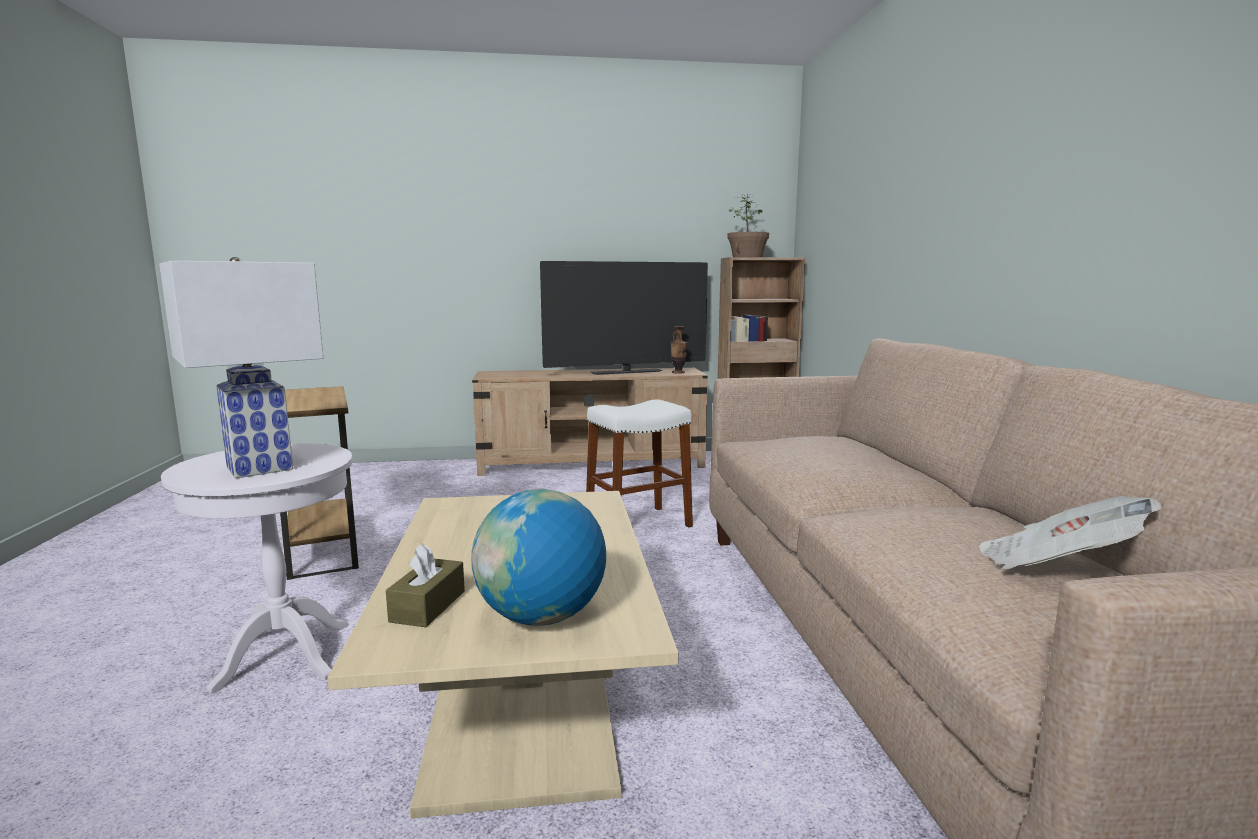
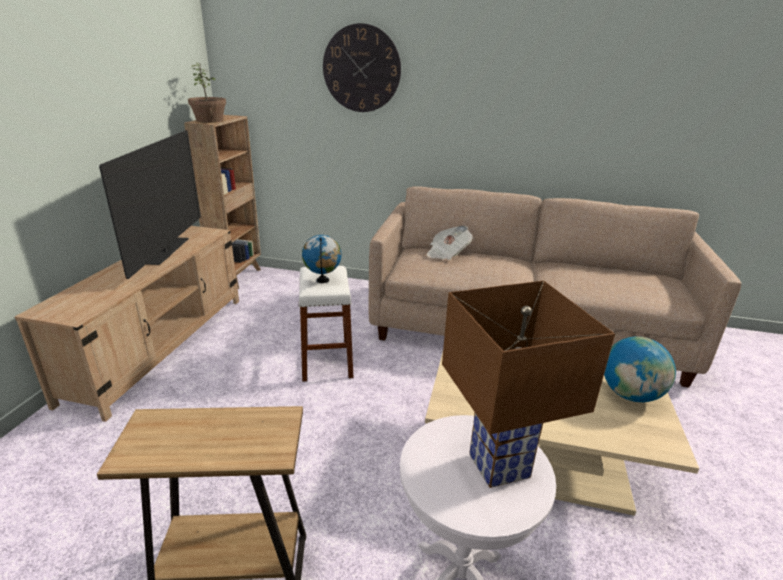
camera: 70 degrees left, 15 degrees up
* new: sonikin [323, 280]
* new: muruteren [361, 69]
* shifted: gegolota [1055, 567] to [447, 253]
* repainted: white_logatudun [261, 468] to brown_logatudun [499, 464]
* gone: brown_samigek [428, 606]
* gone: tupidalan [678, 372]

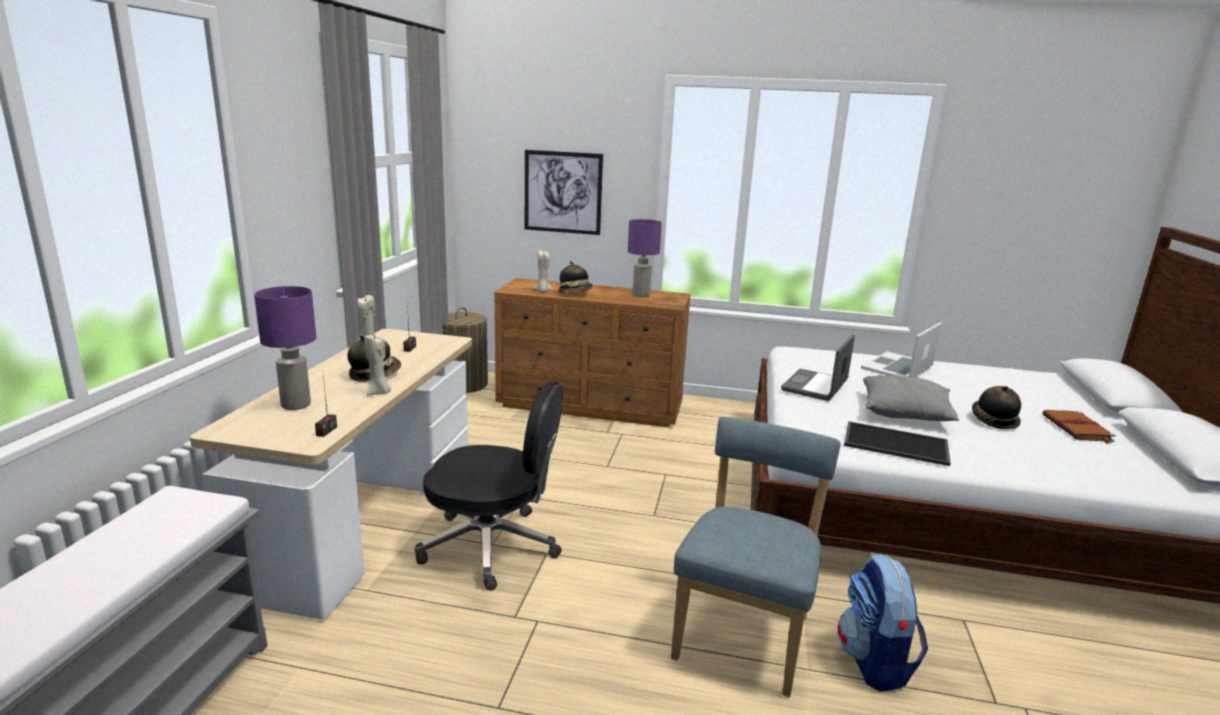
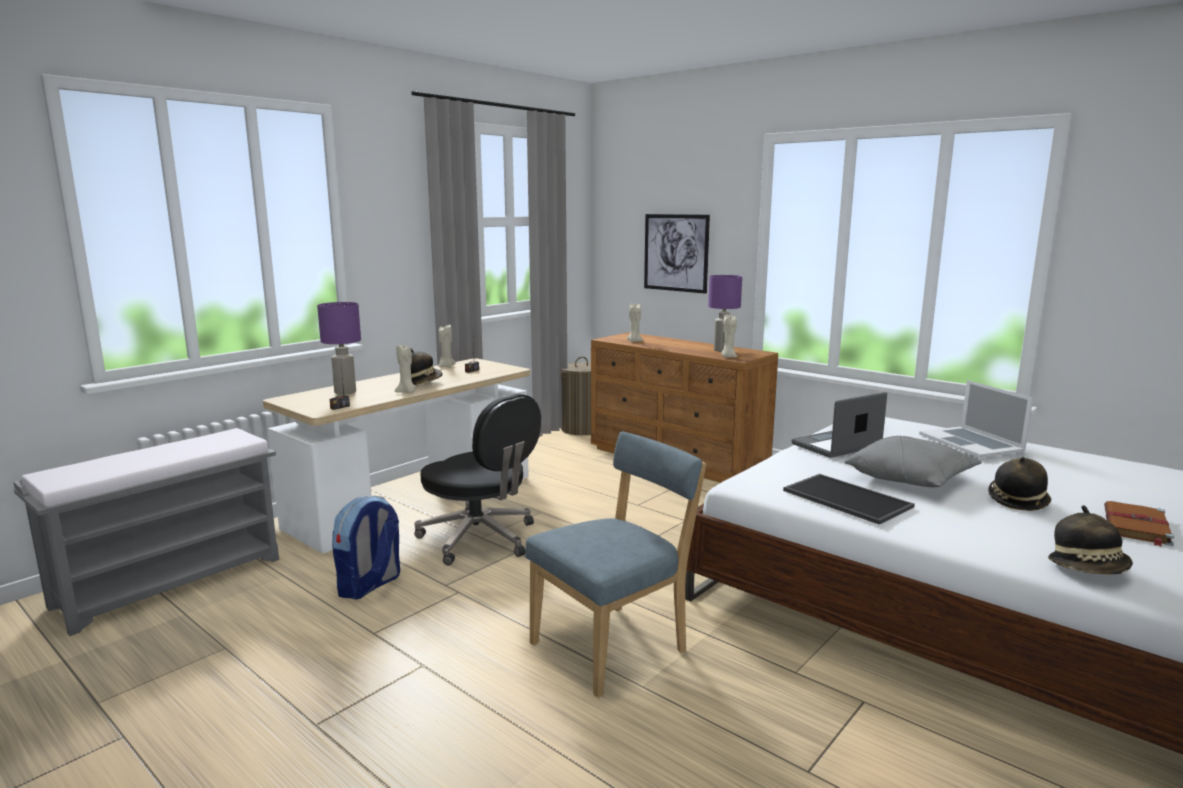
camera: 30 degrees right, 5 degrees down
* shifted: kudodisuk [875, 662] to [369, 585]
* new: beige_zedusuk [728, 357]
* rotated: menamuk [898, 367] = [971, 442] 90 degrees counterclockwise
* shifted: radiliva [575, 293] to [1088, 568]

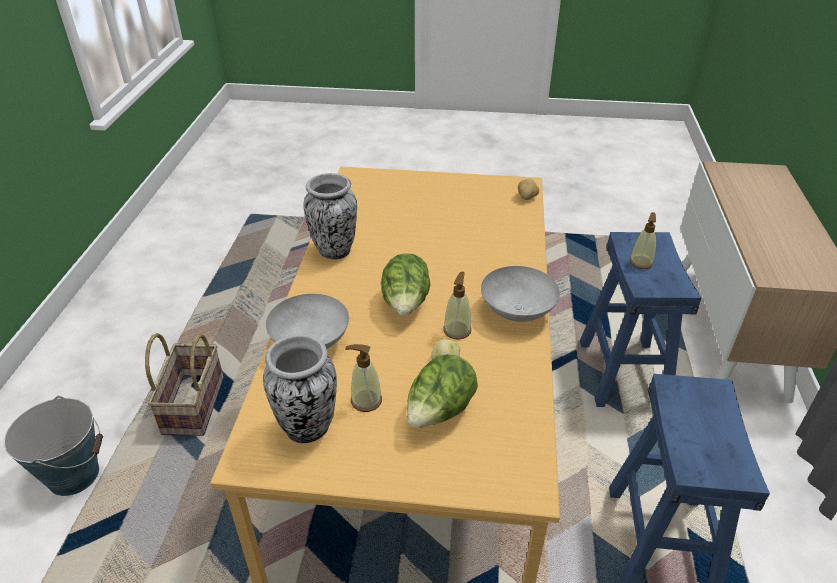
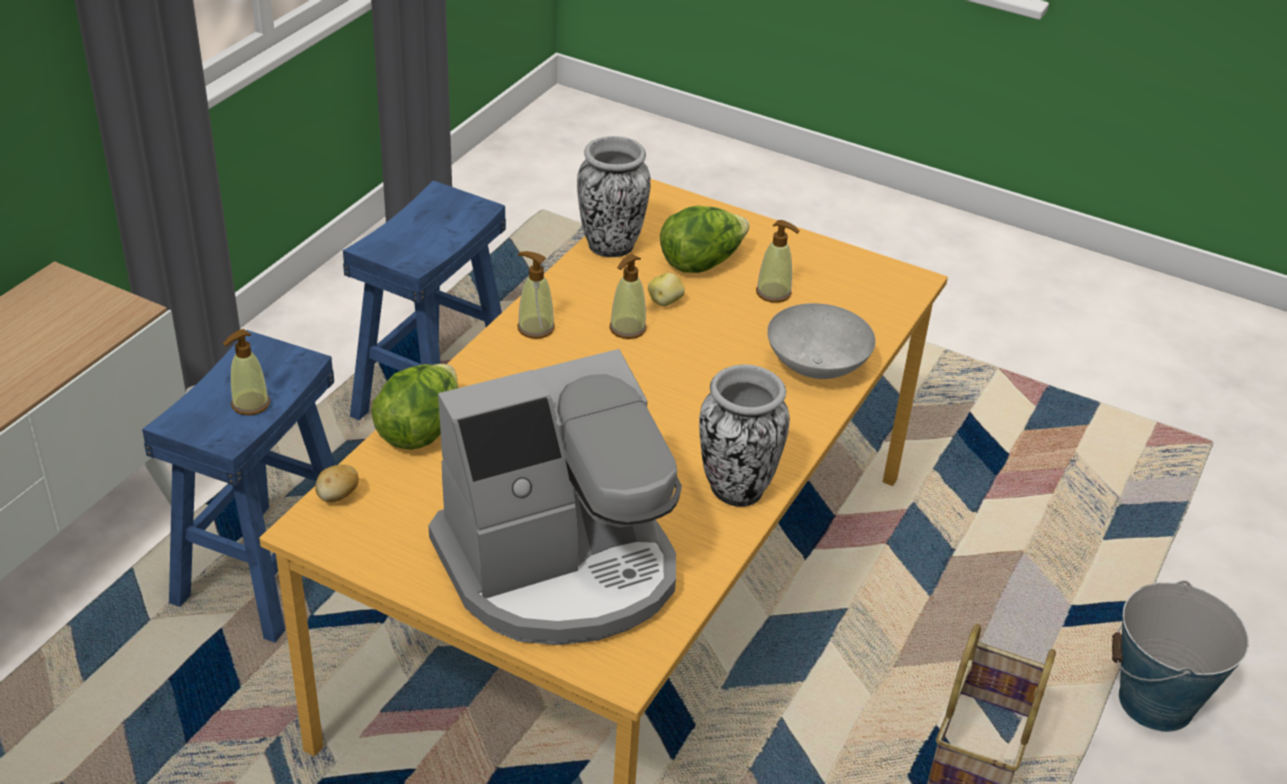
camera: 160 degrees left, 0 degrees up
* shifted: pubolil [406, 305] to [420, 430]
* new: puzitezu [560, 567]
* swapped: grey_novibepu [516, 311] to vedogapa [535, 328]
* shifted: tupidalan [308, 429] to [611, 246]

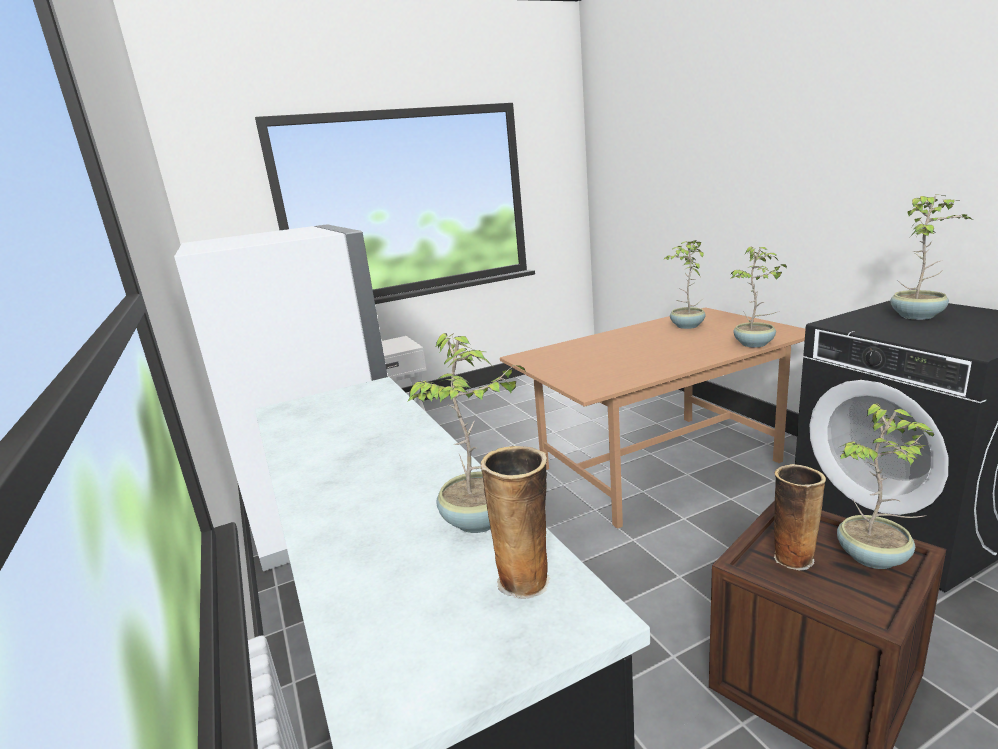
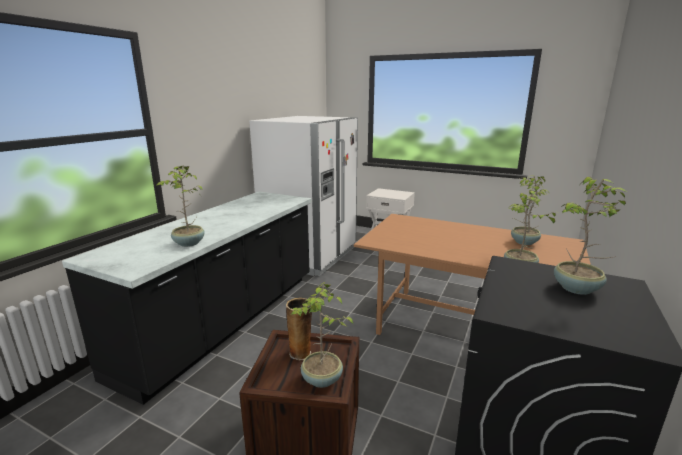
camera: 50 degrees right, 0 degrees up
* gone: tupidalan [526, 580]

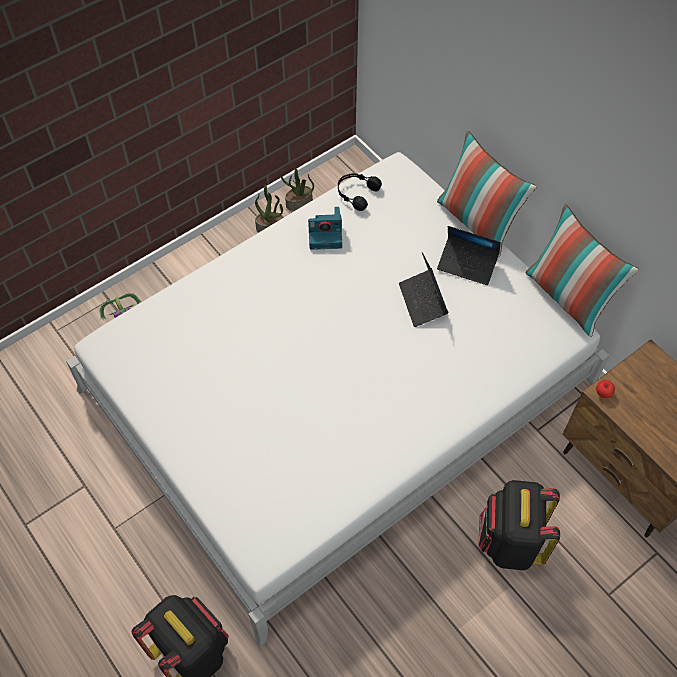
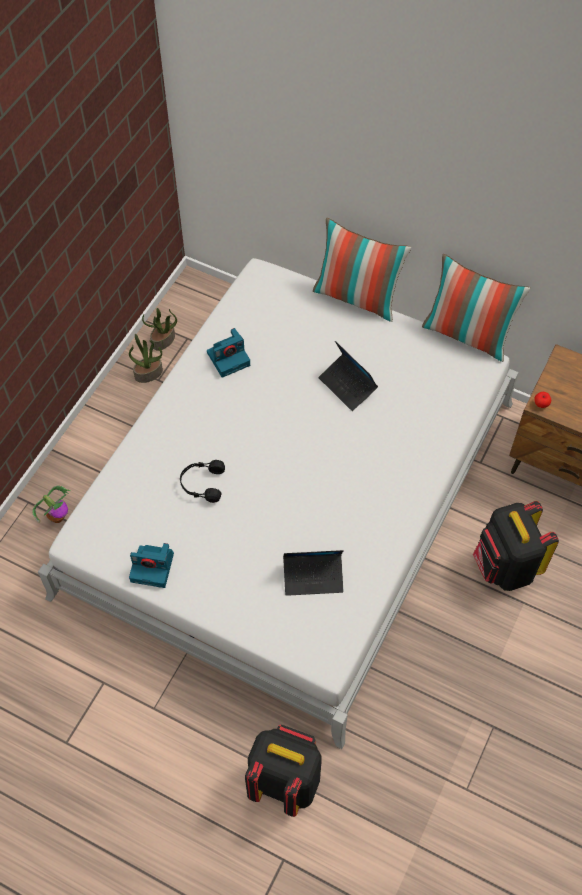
camera: 25 degrees left, 0 degrees up
* new: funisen [153, 567]
* shifted: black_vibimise [356, 193] to [202, 484]
* shifted: menamuk [467, 264] to [313, 577]

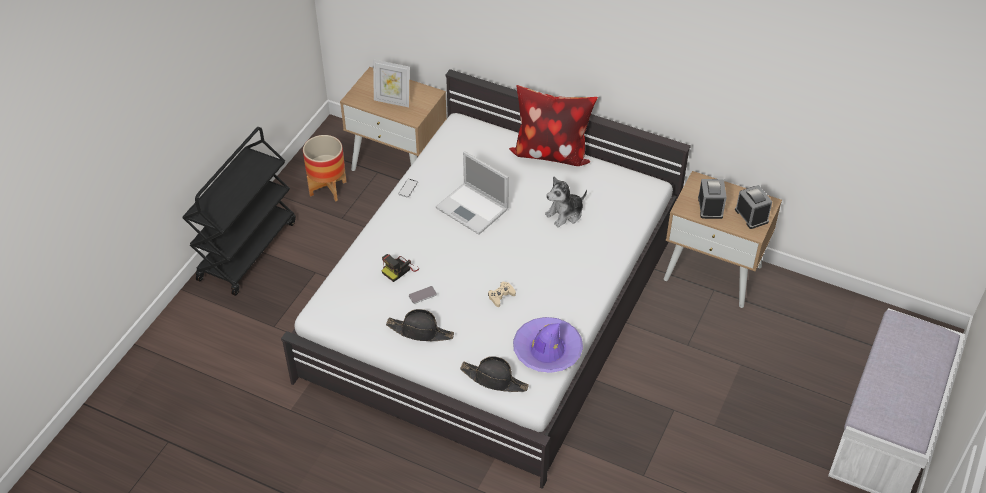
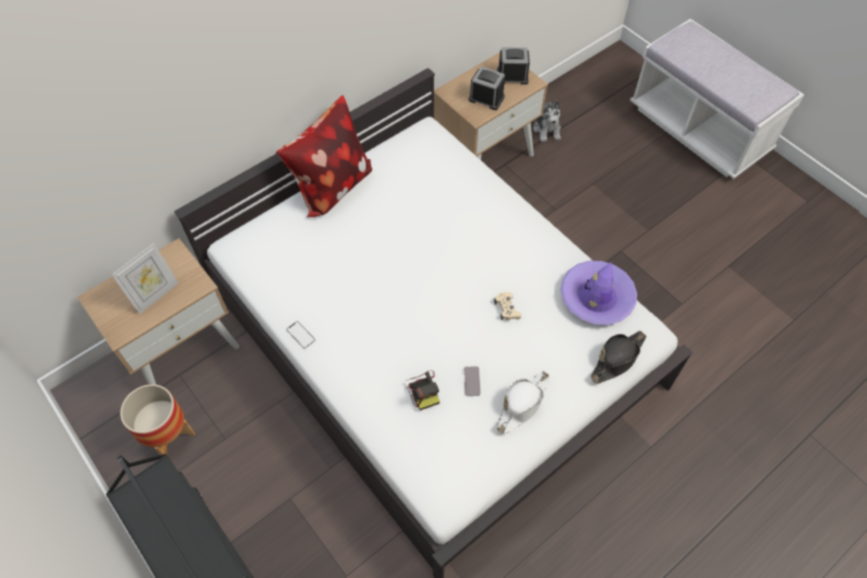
camera: 65 degrees left, 10 degrees up
* repainted: black_radiliva [420, 332] to white_radiliva [522, 404]
* shifted: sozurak [565, 214] to [547, 129]
* gone: menamuk [473, 209]

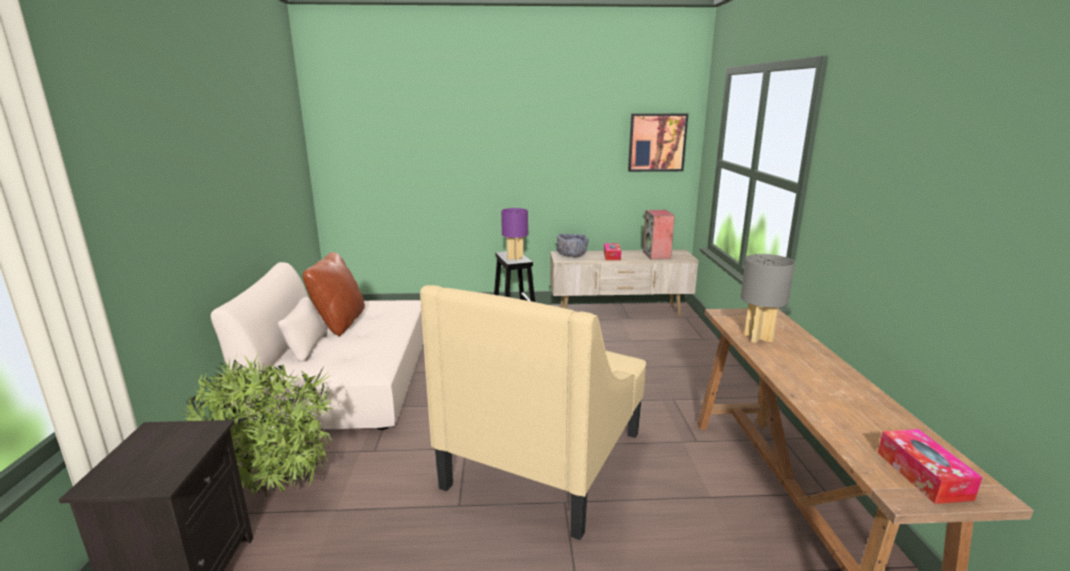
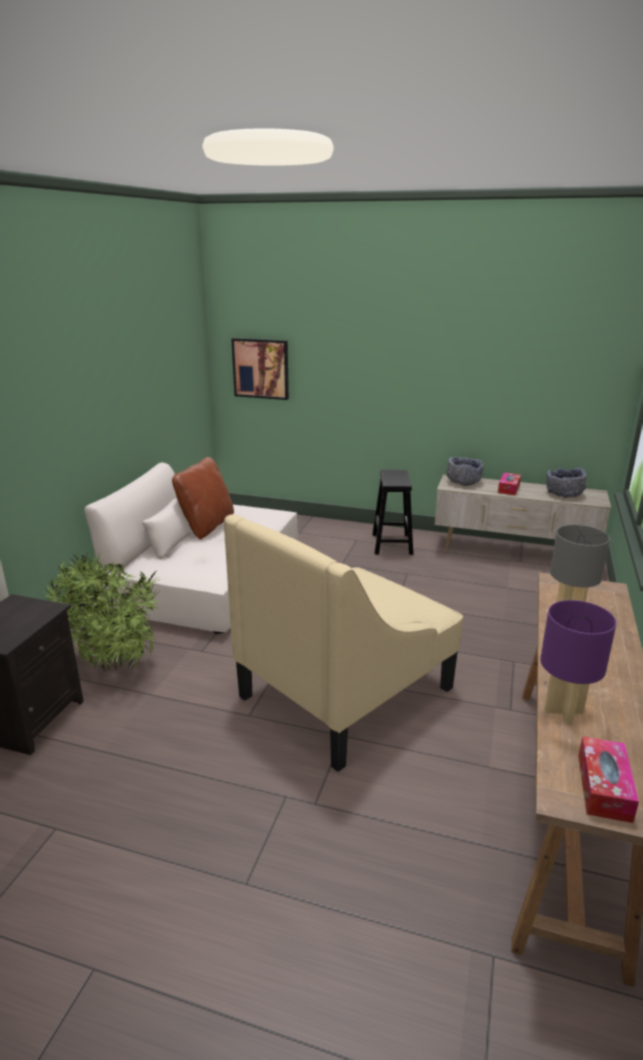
camera: 20 degrees right, 5 degrees up
* shifted: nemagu [657, 142] to [261, 368]
* shifted: purple_logatudun [515, 258] to [562, 712]
* swapped: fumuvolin [657, 255] to grey_novibepu [564, 494]

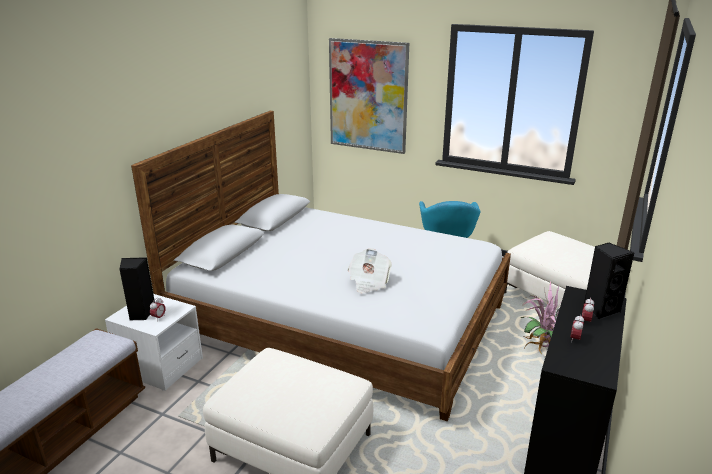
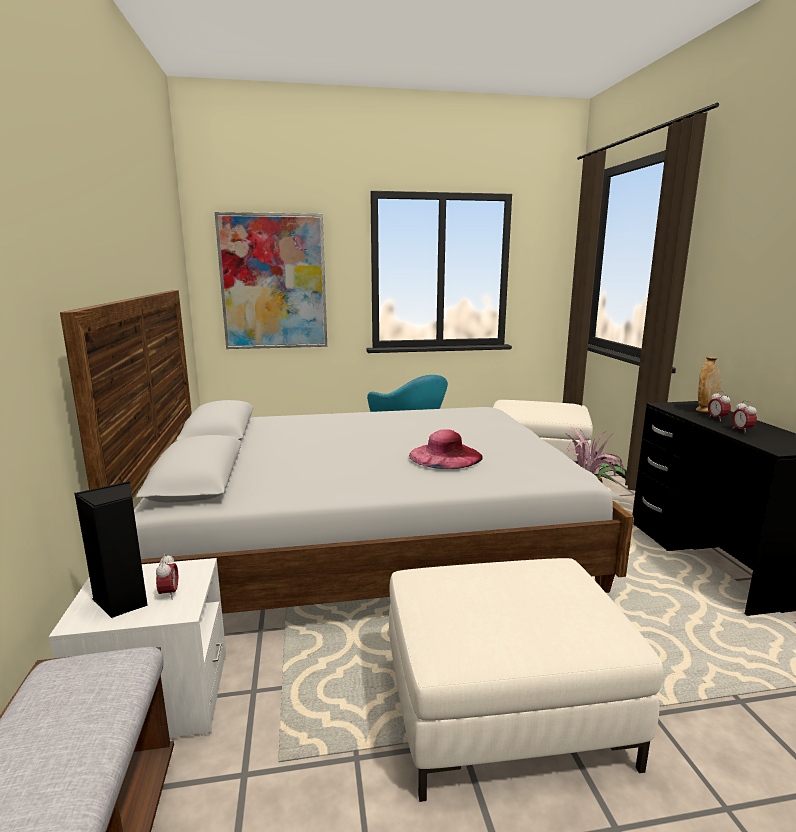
camera: 35 degrees left, 10 degrees down
* swapped: gegolota [369, 282] to pink_radiliva [445, 455]
* swapped: black_fumuvolin [600, 310] to beige_tupidalan [705, 410]

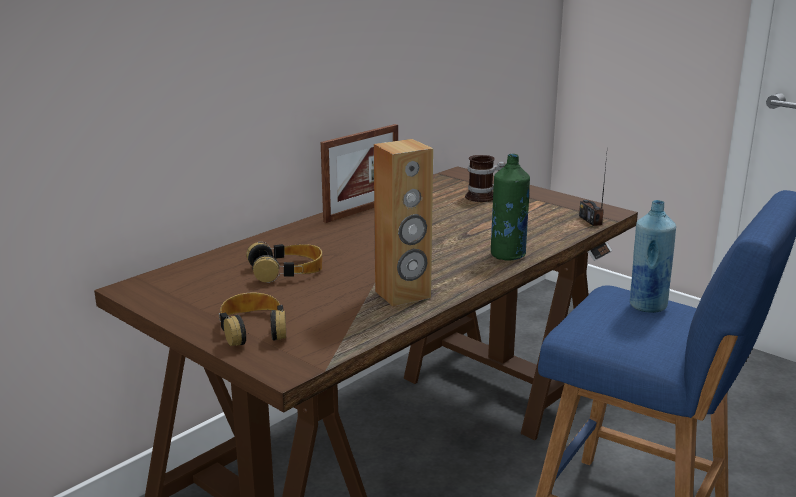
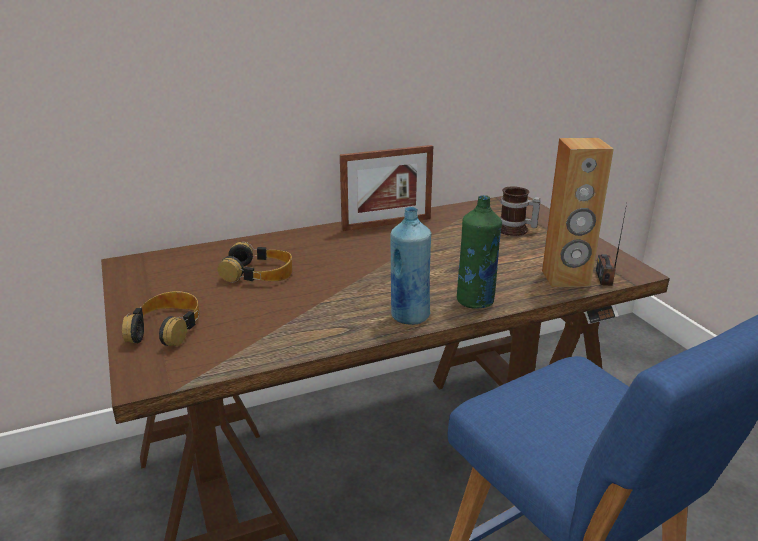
camera: 25 degrees right, 5 degrees up
* shifted: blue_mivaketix [647, 306] to [409, 316]
* shifted: brown_fumuvolin [403, 295] to [565, 278]

